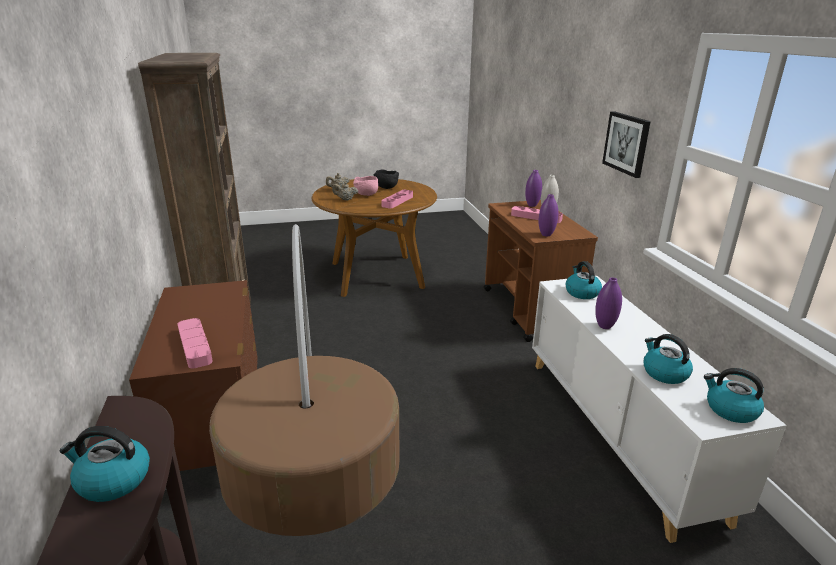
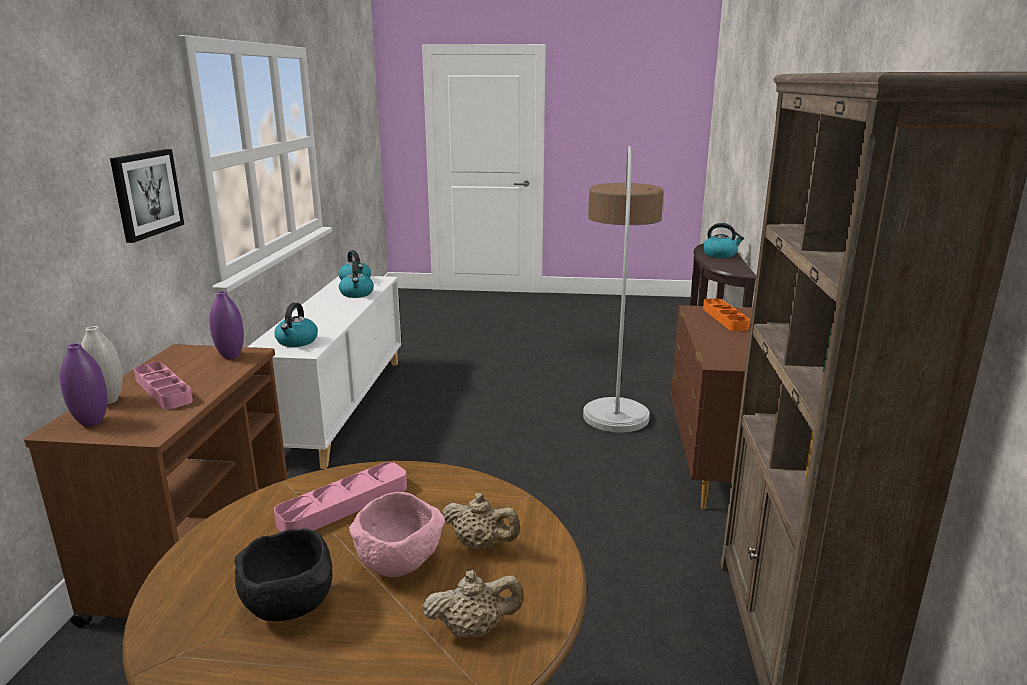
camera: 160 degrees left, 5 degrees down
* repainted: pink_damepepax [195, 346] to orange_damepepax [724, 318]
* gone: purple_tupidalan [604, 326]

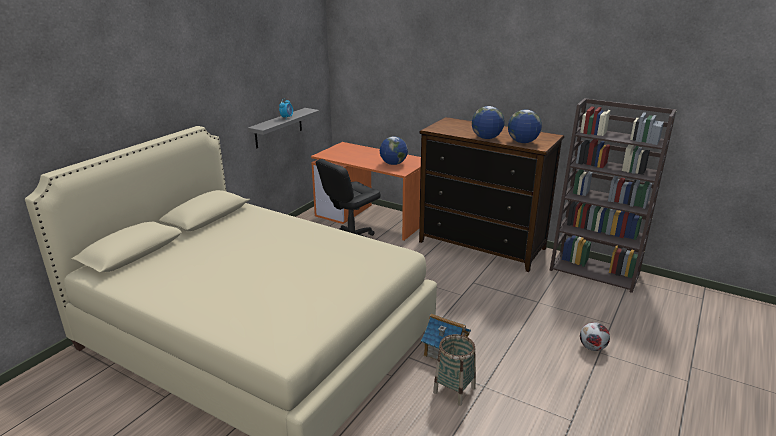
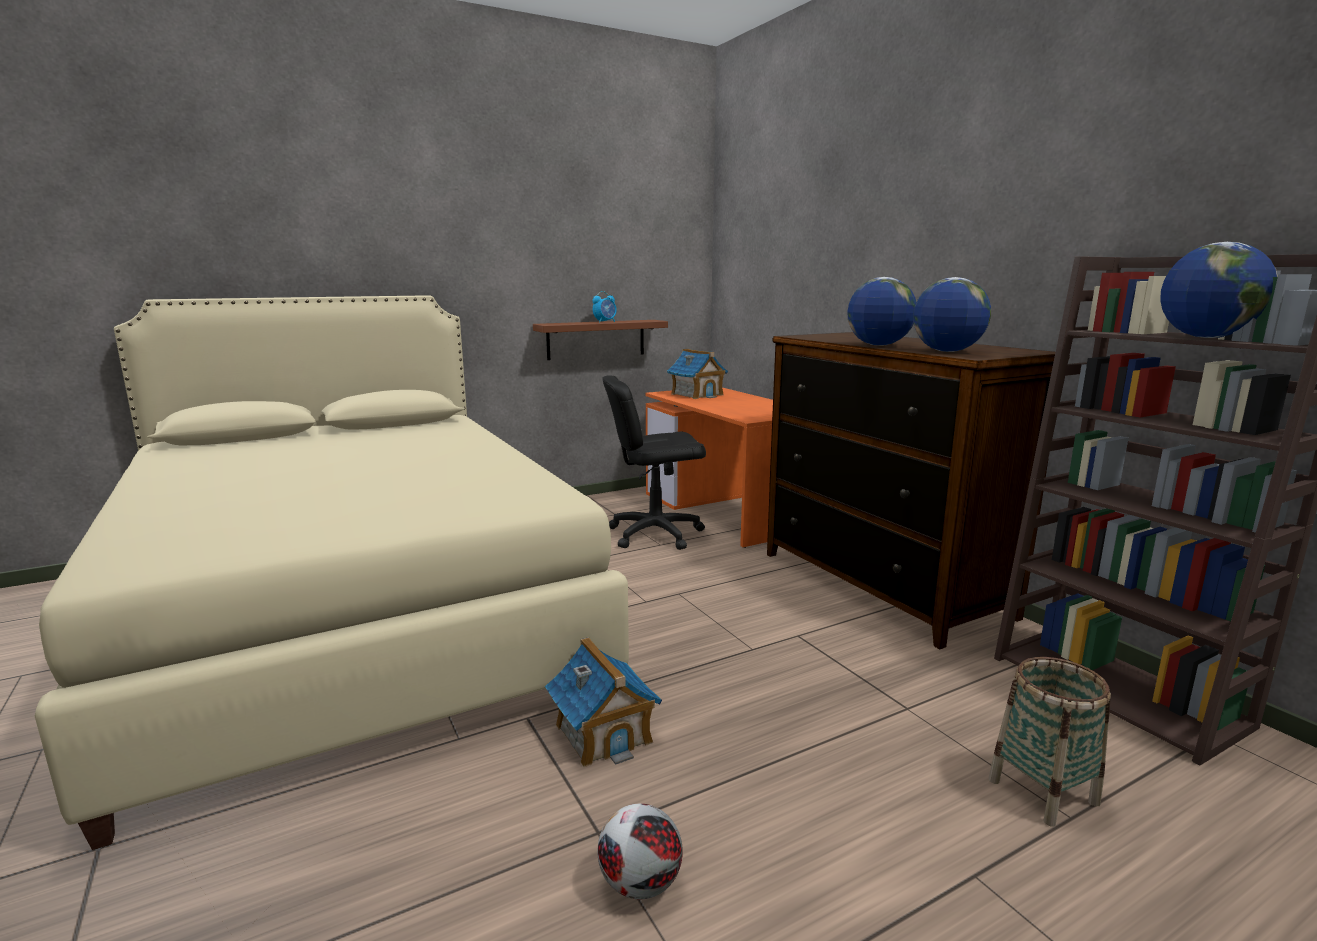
camera: 30 degrees right, 10 degrees down
* repainted: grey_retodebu [278, 128] to brown_retodebu [596, 339]
* shifted: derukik [592, 348] to [640, 885]
* new: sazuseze [697, 394]
* shifted: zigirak [454, 390] to [1043, 791]
* shifted: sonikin [393, 164] to [1206, 338]

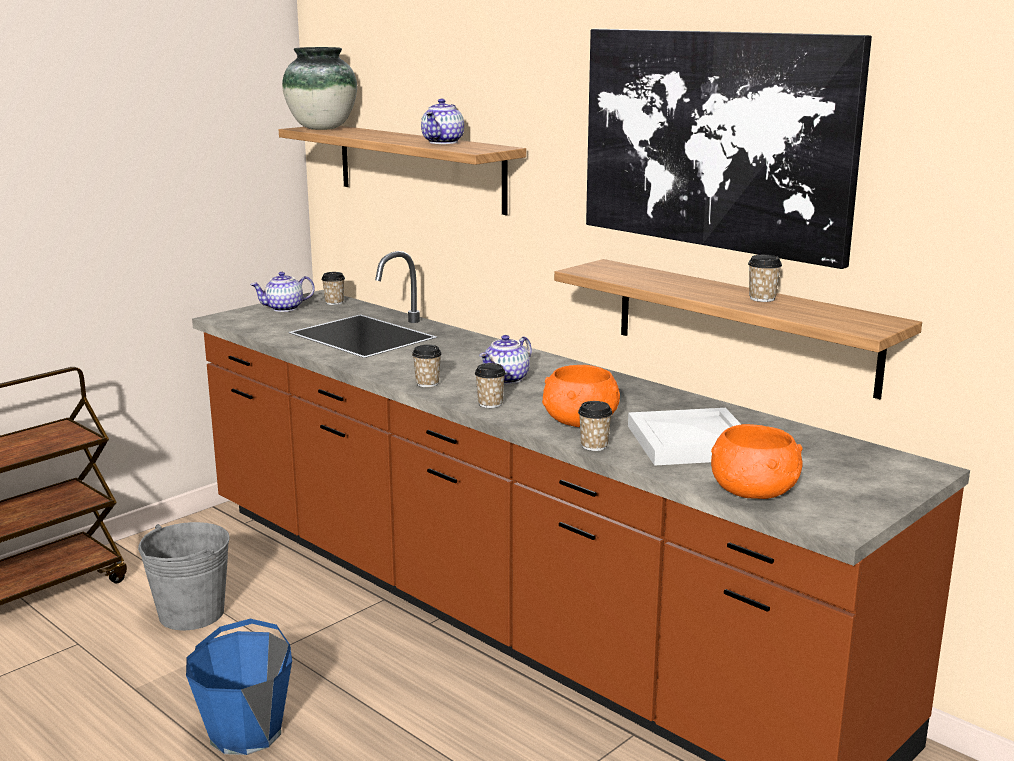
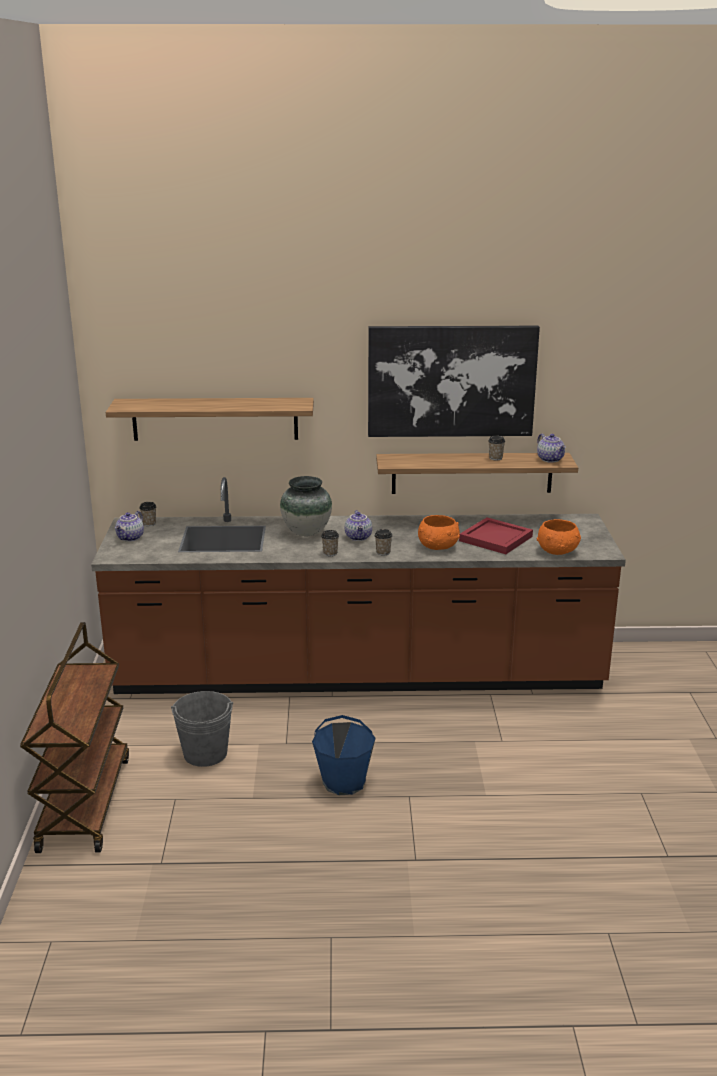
camera: 45 degrees left, 5 degrees up
* shifted: tupidalan [322, 128] to [306, 532]
* repainted: white_damepepax [689, 441] to red_damepepax [494, 538]
* shifted: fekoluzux [443, 142] to [551, 459]
* gone: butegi [594, 446]

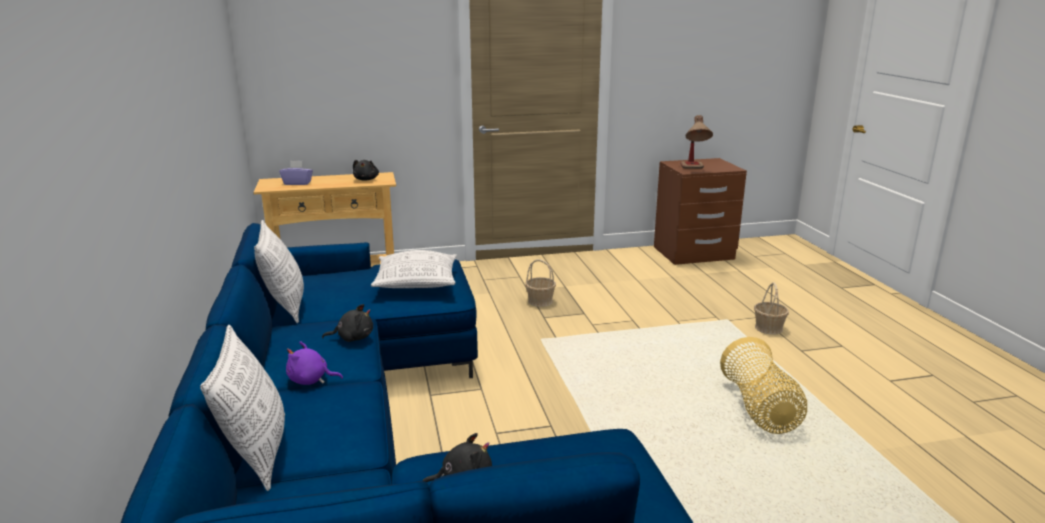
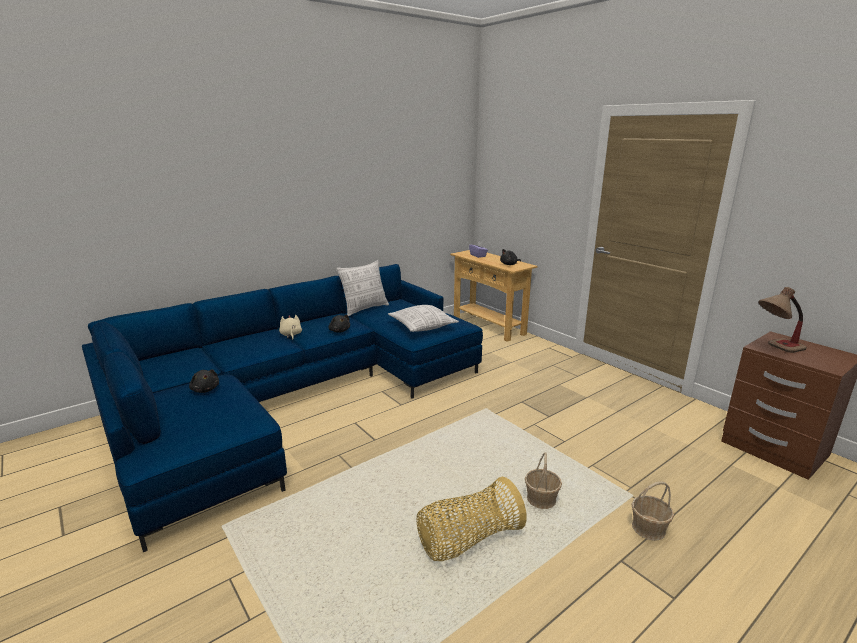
camera: 65 degrees right, 0 degrees up
* repainted: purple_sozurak [311, 380] to beige_sozurak [291, 335]
* shifted: zigirak [540, 301] to [541, 499]
* gone: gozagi [257, 453]

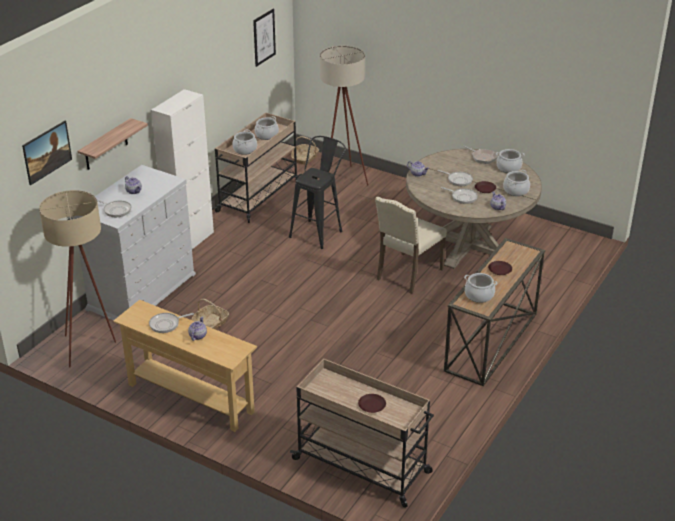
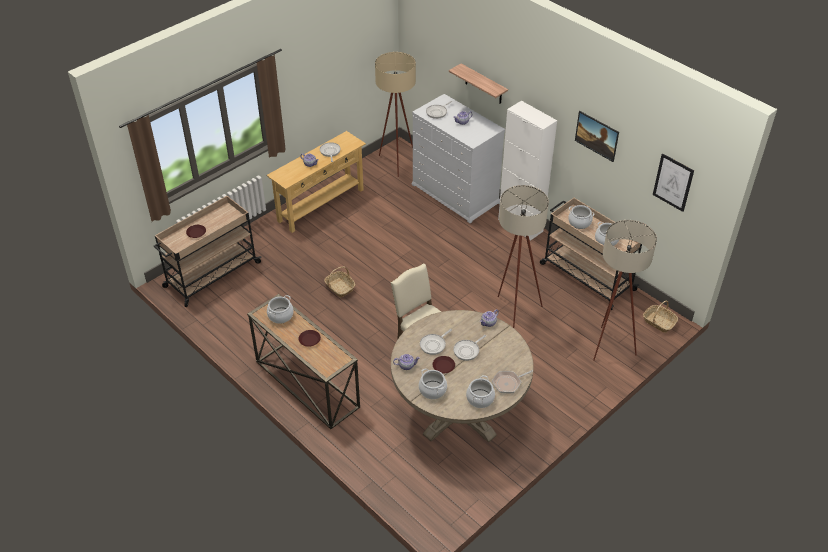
camera: 105 degrees right, 10 degrees up
* shifted: zigirak [210, 324] to [339, 287]
* swapped: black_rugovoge [319, 232] to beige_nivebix [513, 307]
* shifted: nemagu [49, 162] to [595, 143]

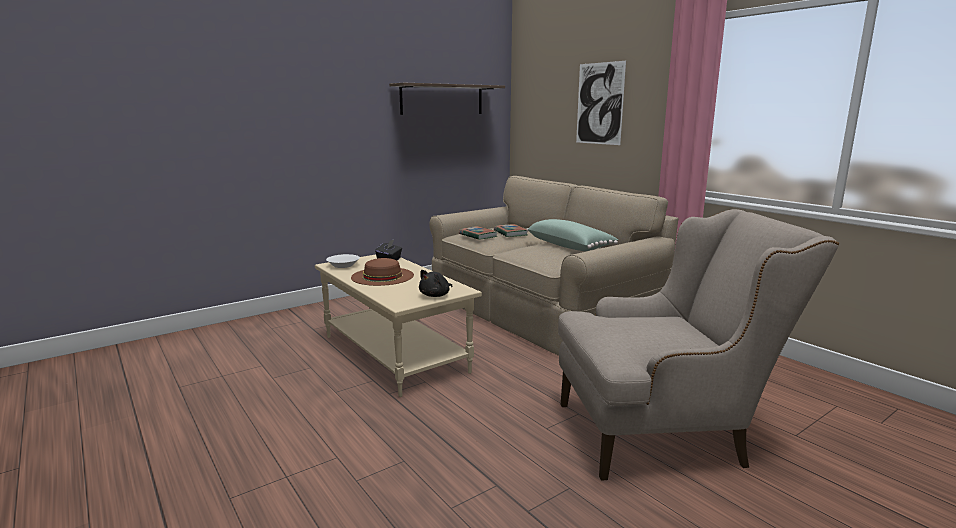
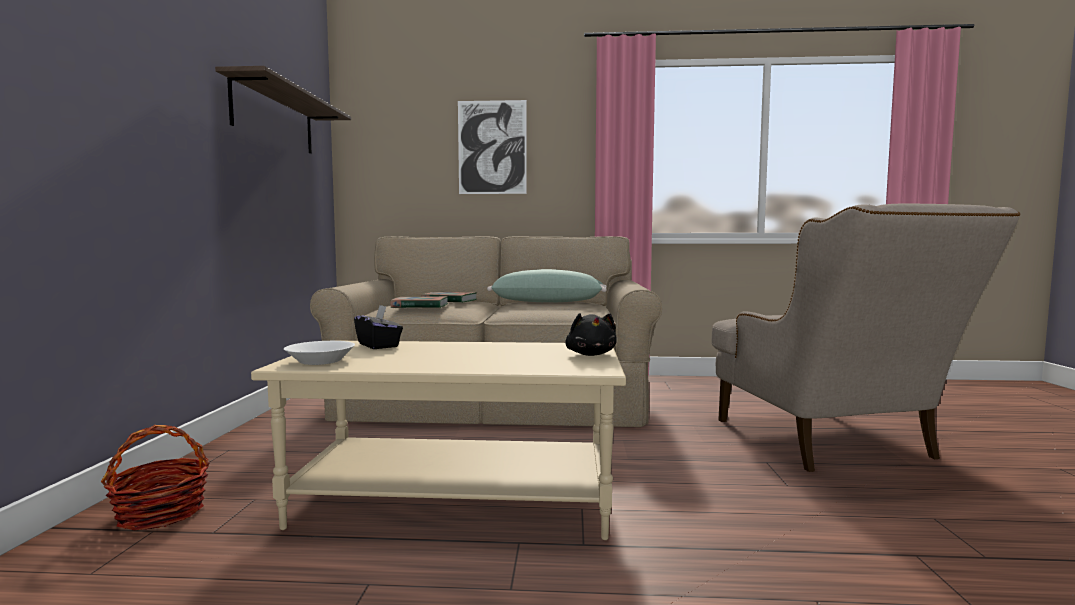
camera: 50 degrees left, 10 degrees down
* new: zigirak [161, 513]
* rotated: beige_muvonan [665, 431] = [833, 445] 135 degrees clockwise
* gone: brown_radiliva [382, 276]

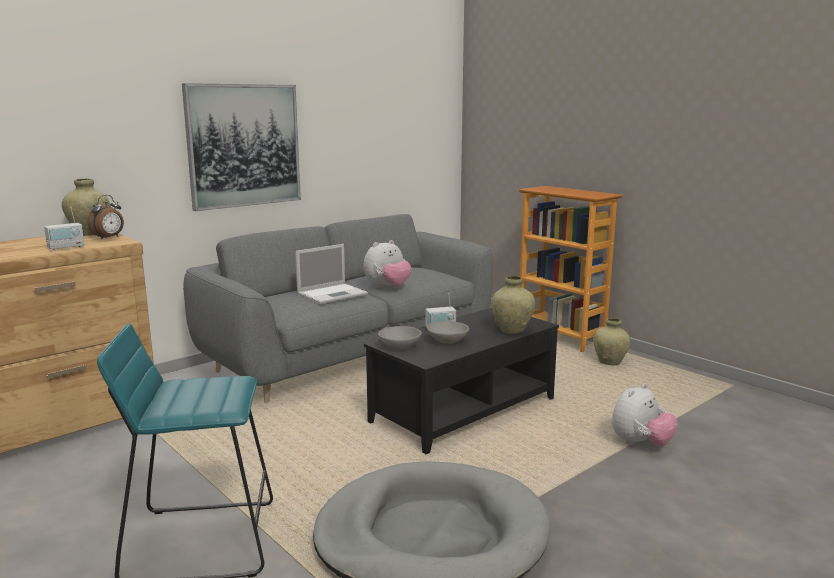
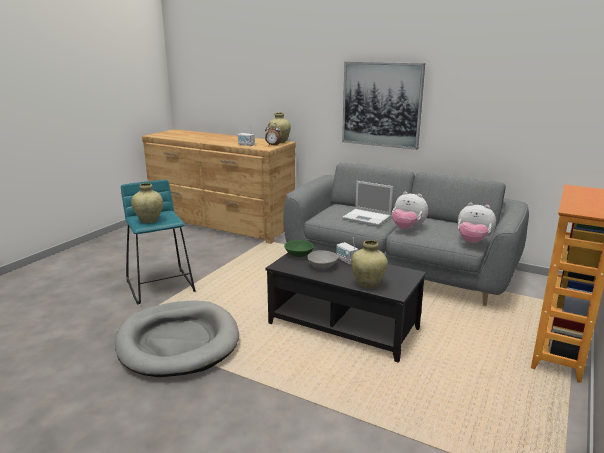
camera: 70 degrees right, 5 degrees up
* shifted: beige_tupidalan [609, 362] to [149, 221]
* repainted: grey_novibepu [400, 347] to green_novibepu [299, 255]
* shifted: sozurak [640, 444] to [473, 242]

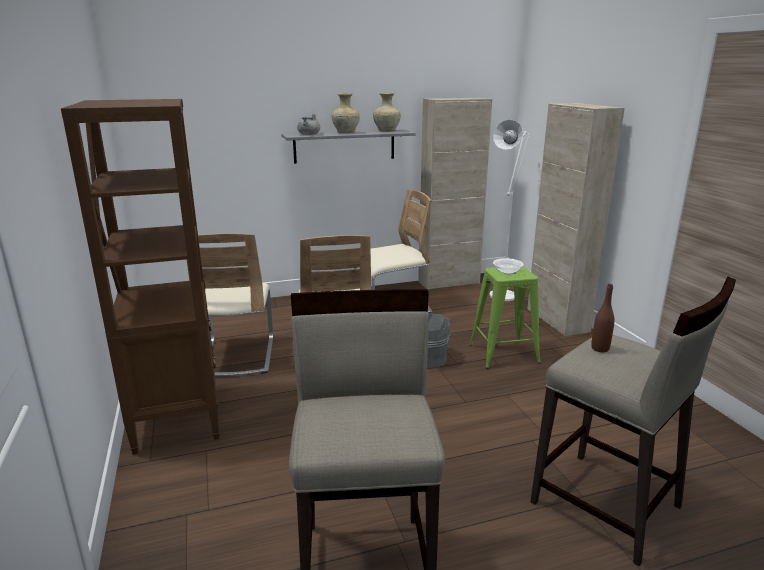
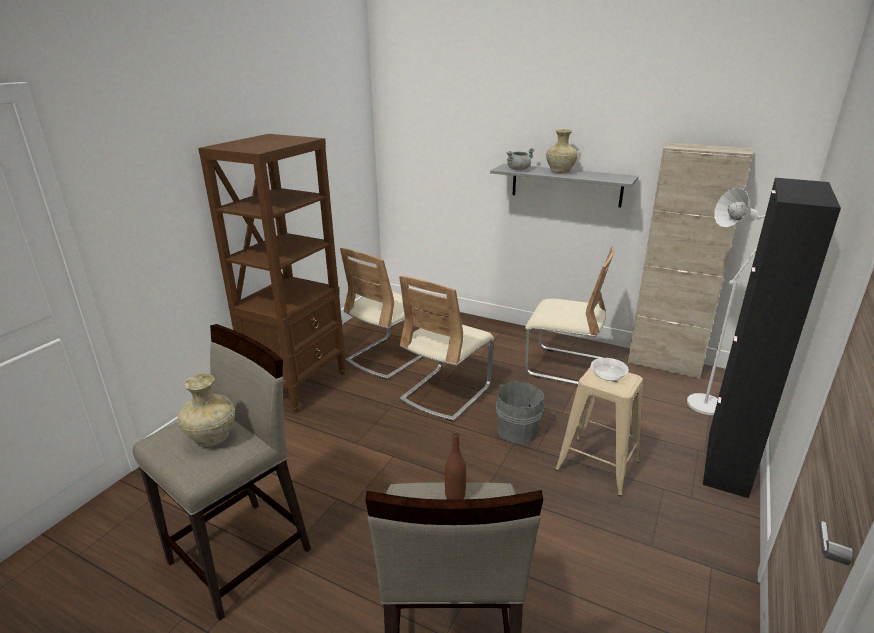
camera: 45 degrees right, 5 degrees up
* shifted: beige_tupidalan [387, 131] to [213, 438]
* repainted: green_rugovoge [503, 354] to beige_rugovoge [597, 465]
* repainted: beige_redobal [557, 320] to black_redobal [727, 463]

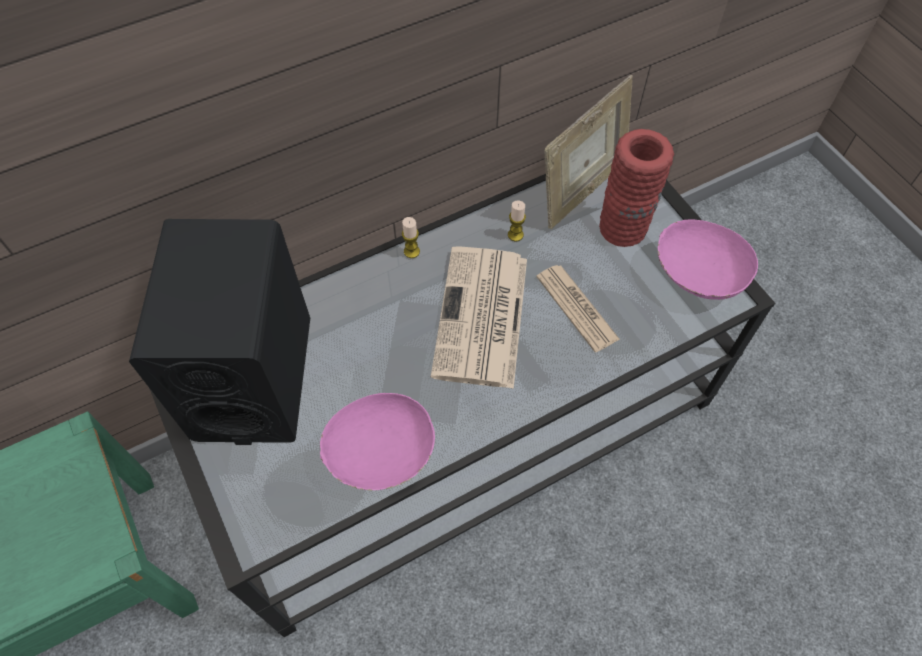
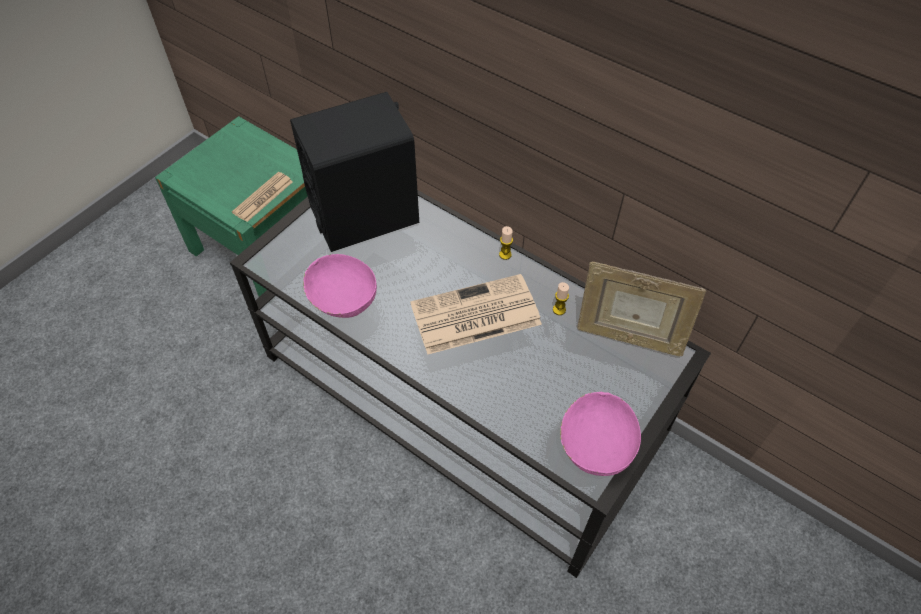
camera: 65 degrees right, 5 degrees down
* shifted: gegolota [577, 308] to [263, 197]
* gone: red_tupidalan [622, 227]

